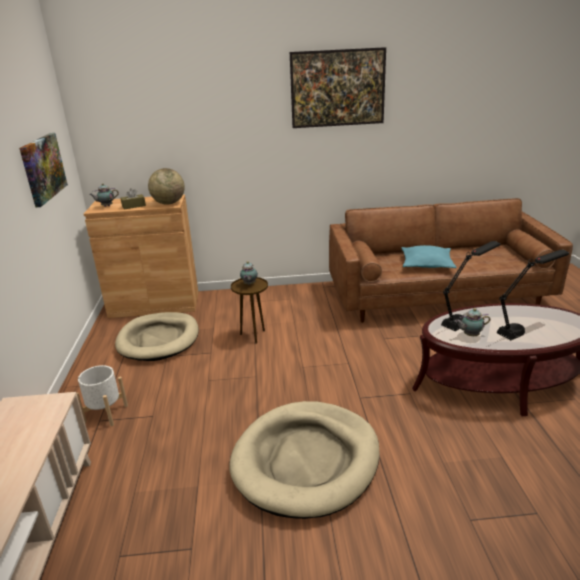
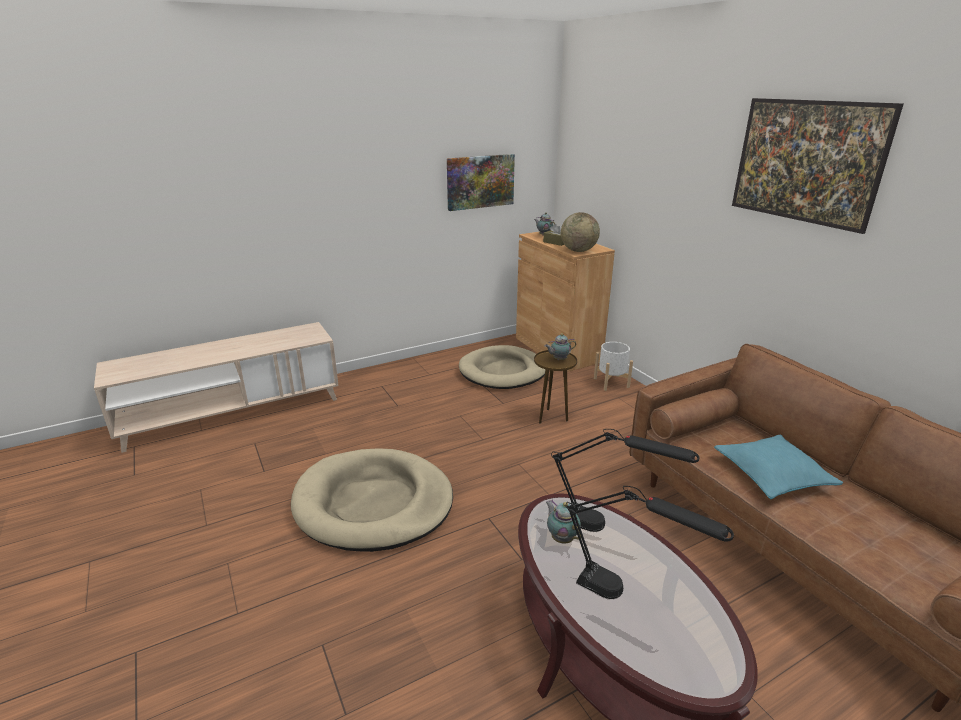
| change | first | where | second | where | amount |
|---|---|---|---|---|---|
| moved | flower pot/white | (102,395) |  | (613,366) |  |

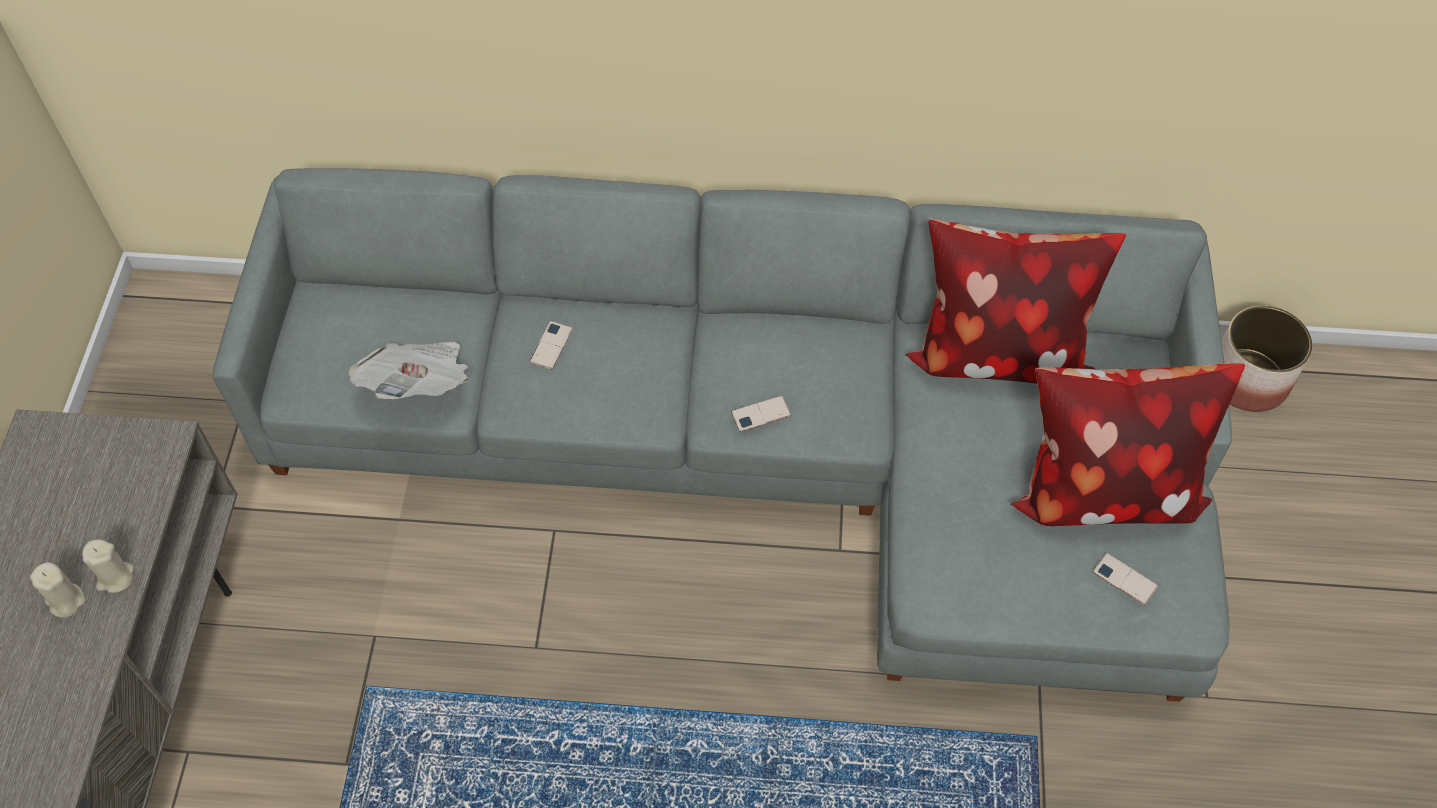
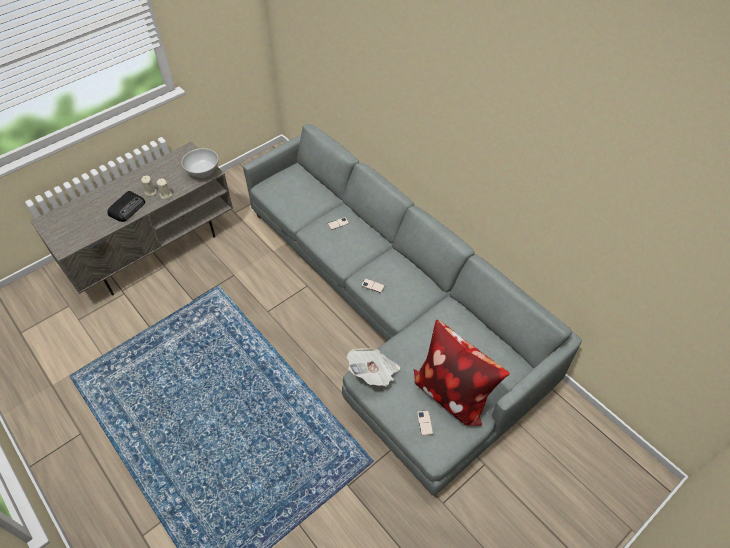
| change | first | where | second | where | amount |
|---|---|---|---|---|---|
| added |  |  | radio | (126,206) |  |
| added |  |  | deep dish/white | (200,163) |  |
| moved | newspaper | (408,370) |  | (373,367) |  |
| removed | throw pillow | (1015,301) |  |  |  |
| removed | flower pot | (1267,358) |  |  |  |

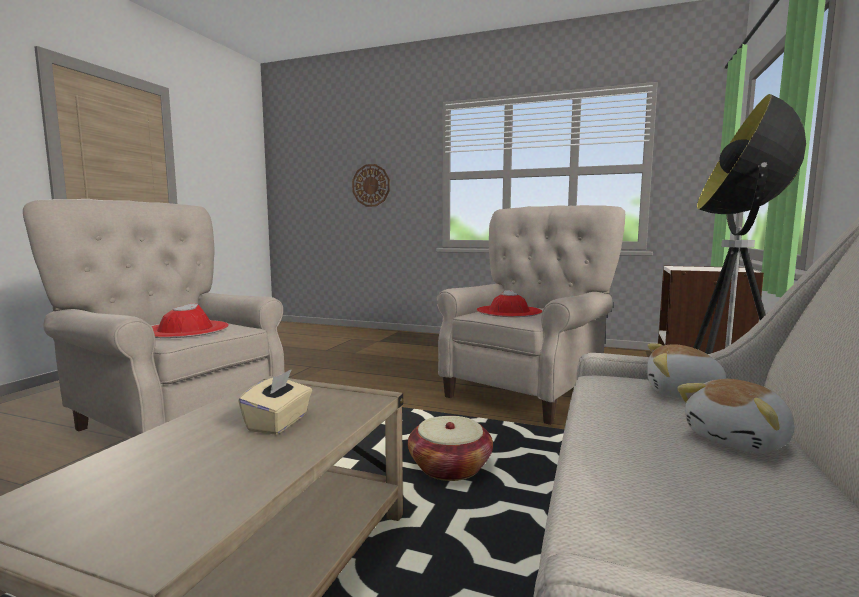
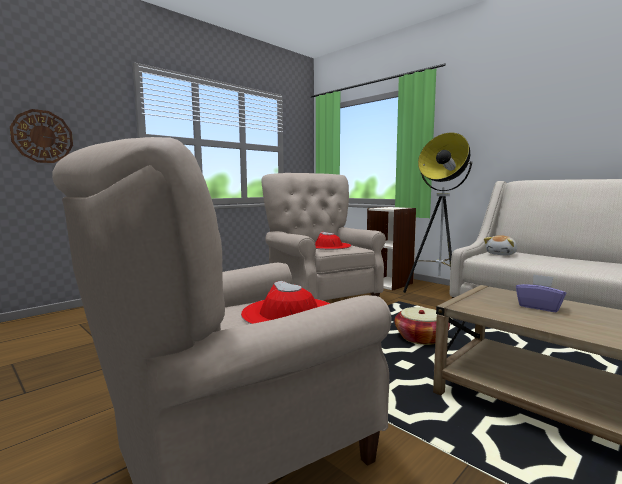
| change | first | where | second | where | amount |
|---|---|---|---|---|---|
| recoloured | tissue box/beige | (275,402) | tissue box/purple | (541,293) |  |
| removed | cuddly toy | (736,416) |  |  |  |

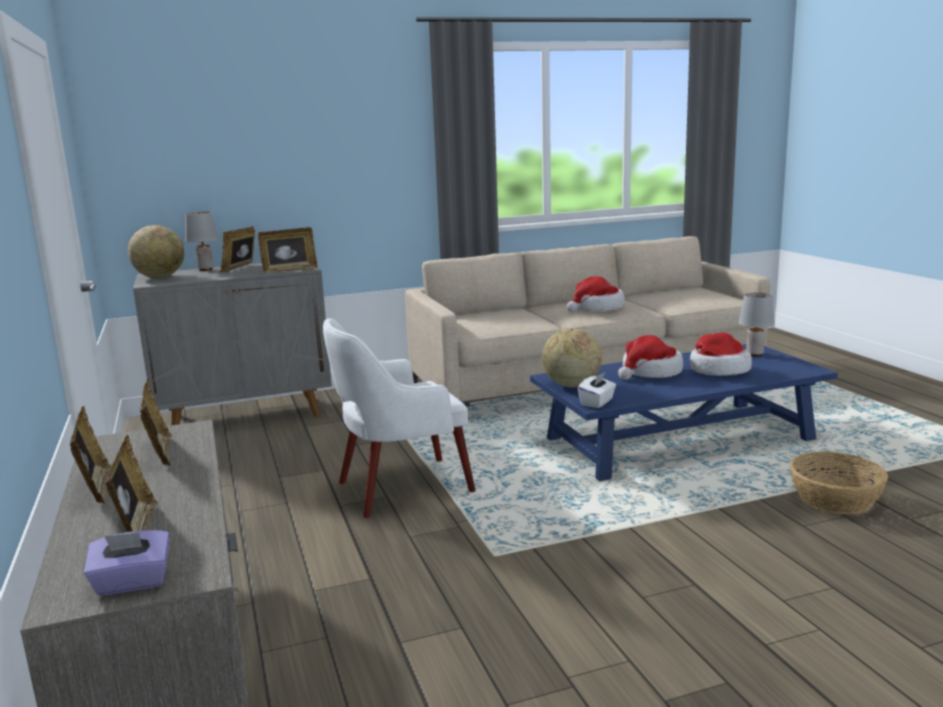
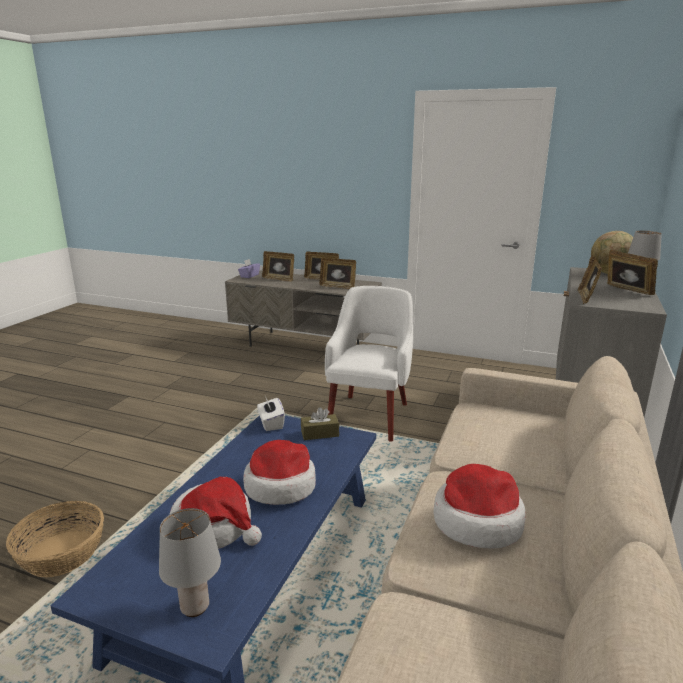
| change | first | where | second | where | amount |
|---|---|---|---|---|---|
| replaced | globe | (572,358) | tissue box/brown-coloured | (320,423) |  |

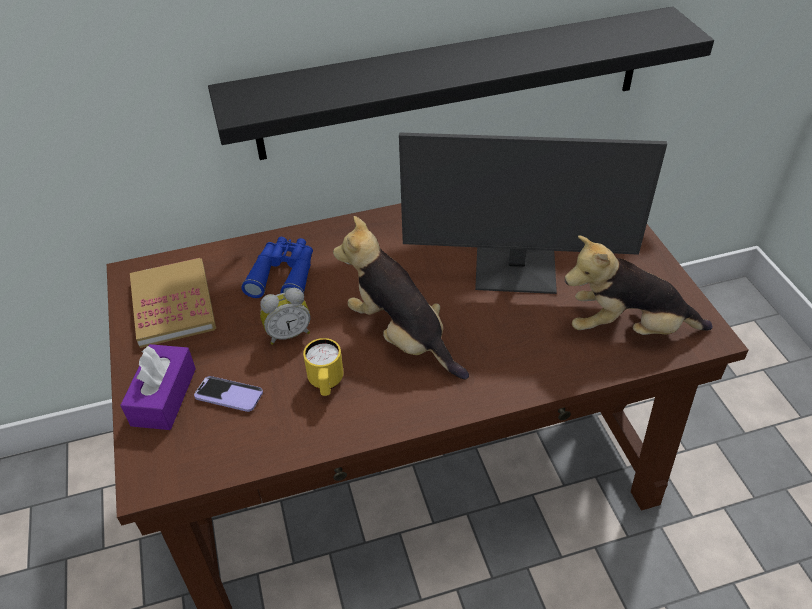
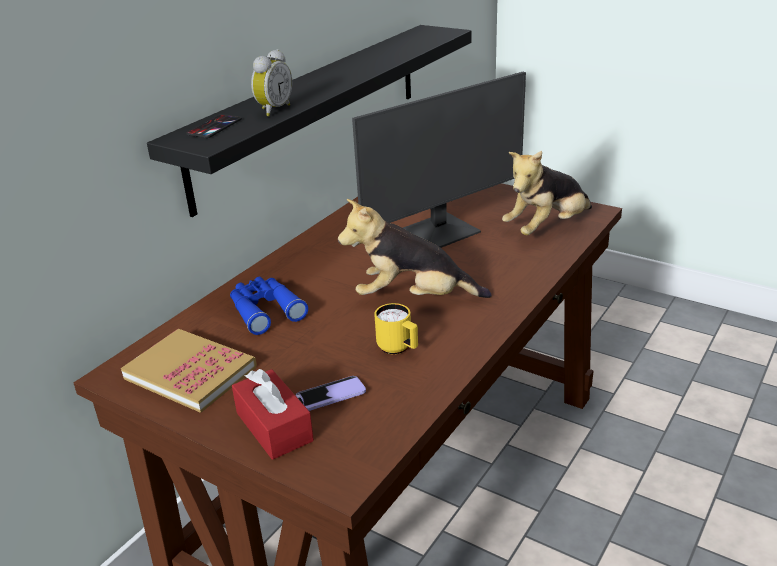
| change | first | where | second | where | amount |
|---|---|---|---|---|---|
| added |  |  | telephone | (214,126) |  |
| recoloured | tissue box/purple | (158,387) | tissue box/red-coloured | (273,414) |  |
| moved | table clock | (285,316) |  | (271,83) |  |

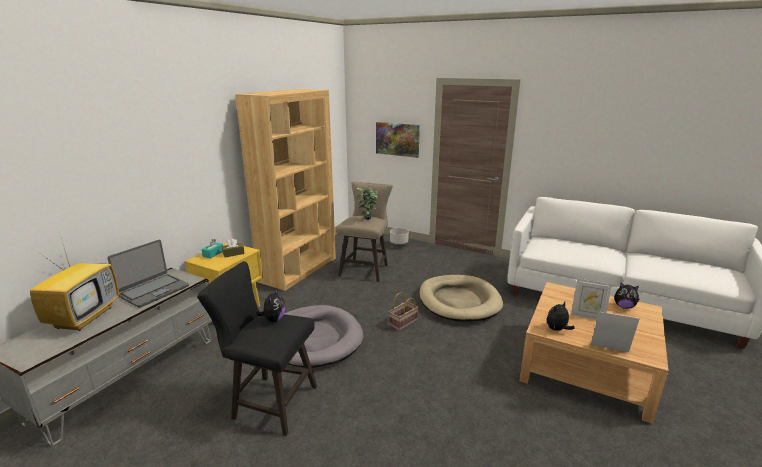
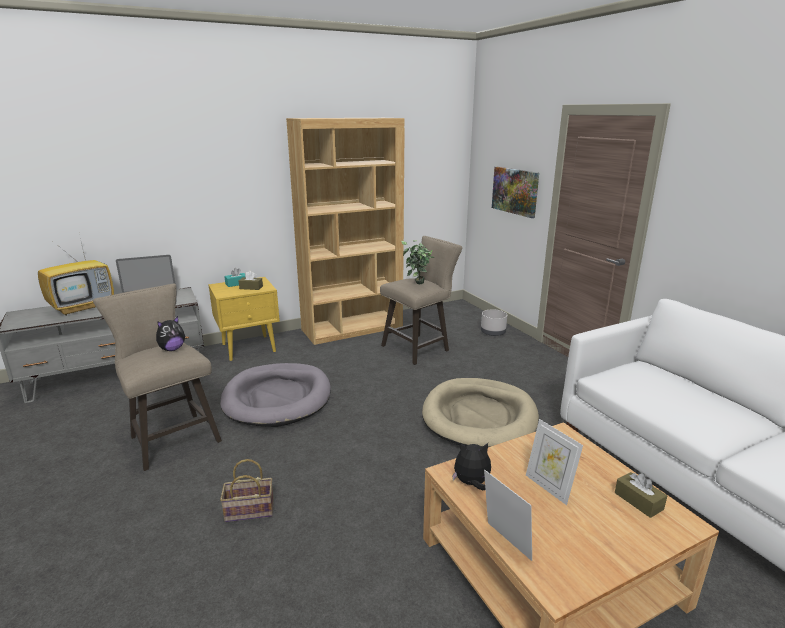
| change | first | where | second | where | amount |
|---|---|---|---|---|---|
| recoloured | sitting stool/black-coloured | (257,348) | sitting stool/beige | (157,377) |  |
| moved | storage basket | (403,312) |  | (247,490) |  |
| replaced | cuddly toy | (626,296) | tissue box/brown-coloured | (641,495) |  |

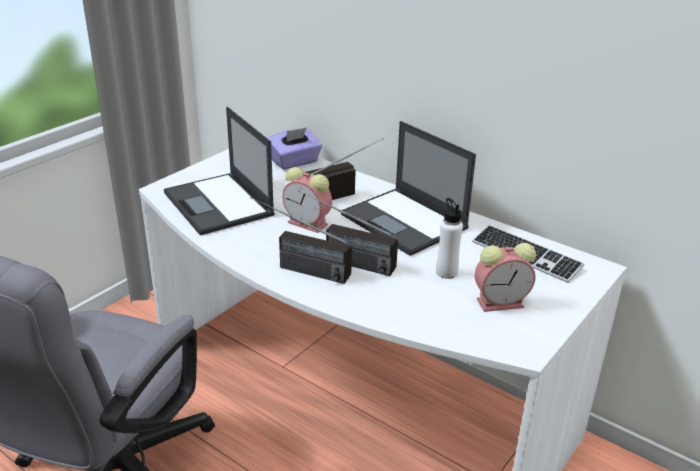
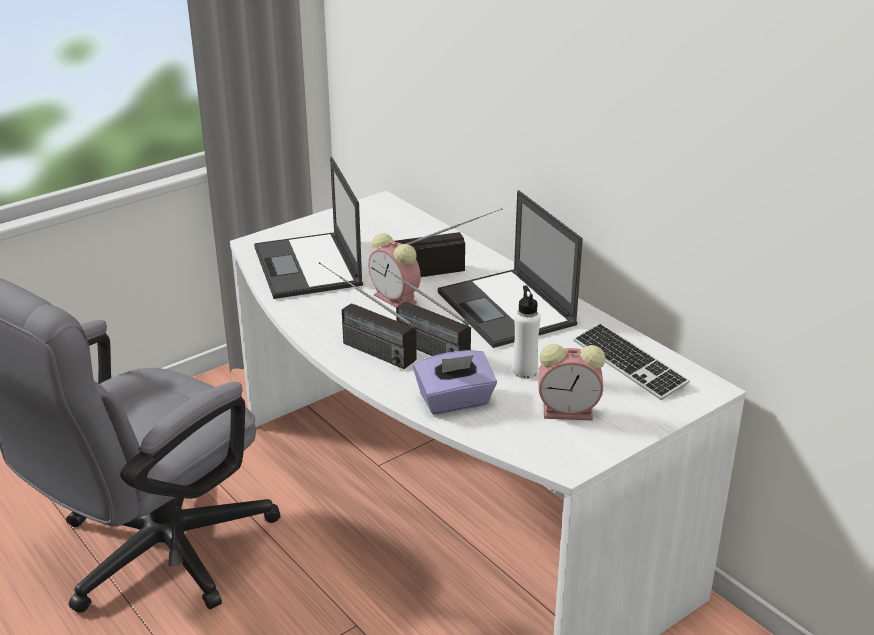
| change | first | where | second | where | amount |
|---|---|---|---|---|---|
| moved | tissue box/purple | (295,148) |  | (455,382) |  |

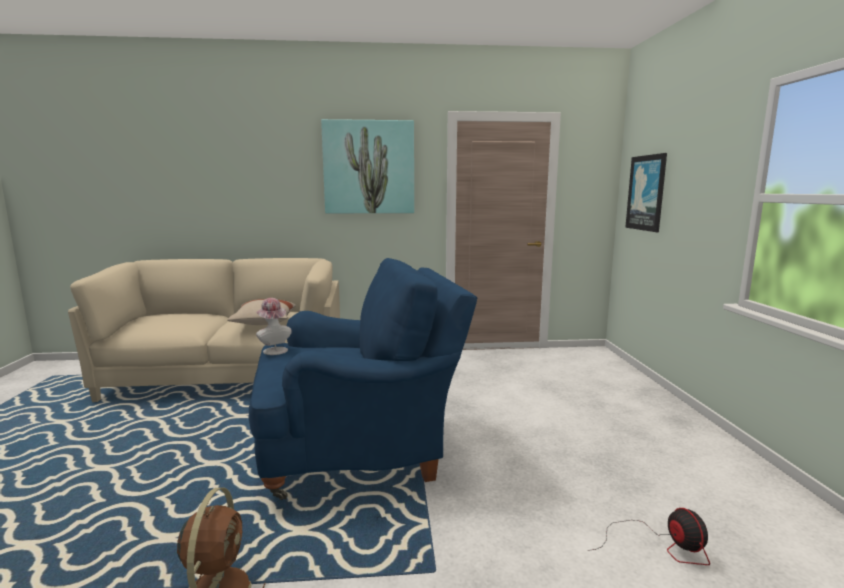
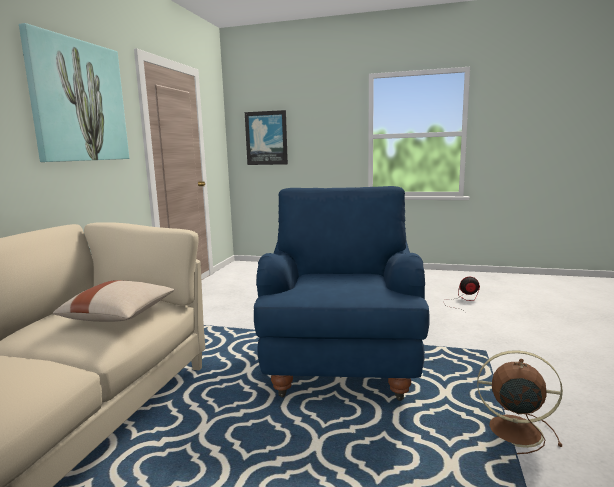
| change | first | where | second | where | amount |
|---|---|---|---|---|---|
| removed | wearable hat | (274,326) |  |  |  |

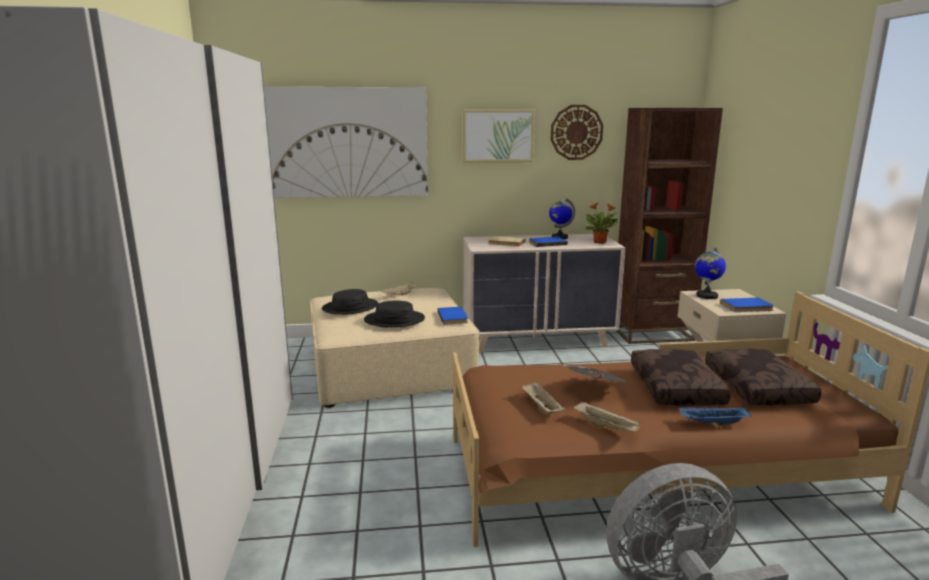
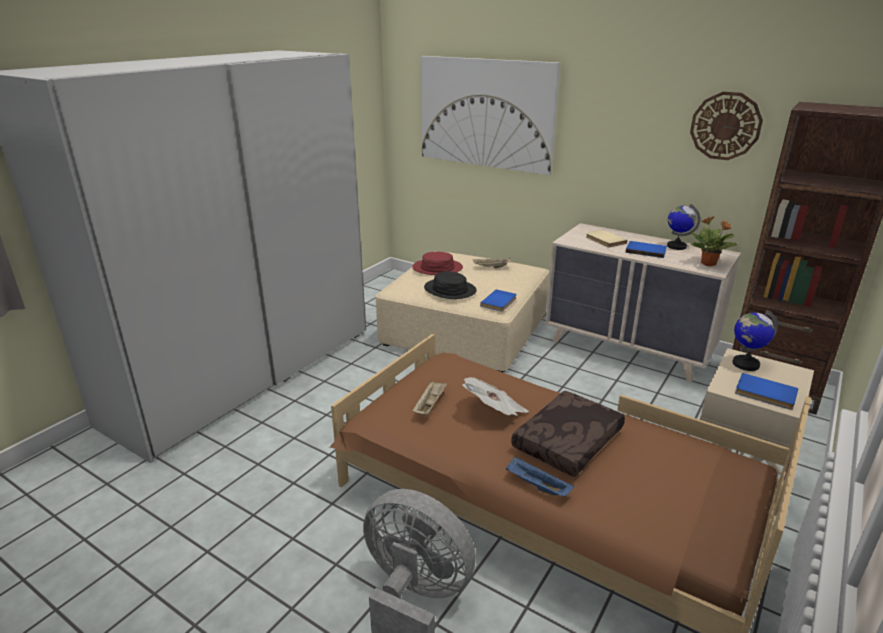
| change | first | where | second | where | amount |
|---|---|---|---|---|---|
| recoloured | wearable hat/black-coloured | (350,302) | wearable hat/red-coloured | (437,263) |  |
| removed | picture | (498,136) |  |  |  |
| removed | carrying tray/beige | (607,417) |  |  |  |
| removed | throw pillow/brown-coloured | (763,377) |  |  |  |

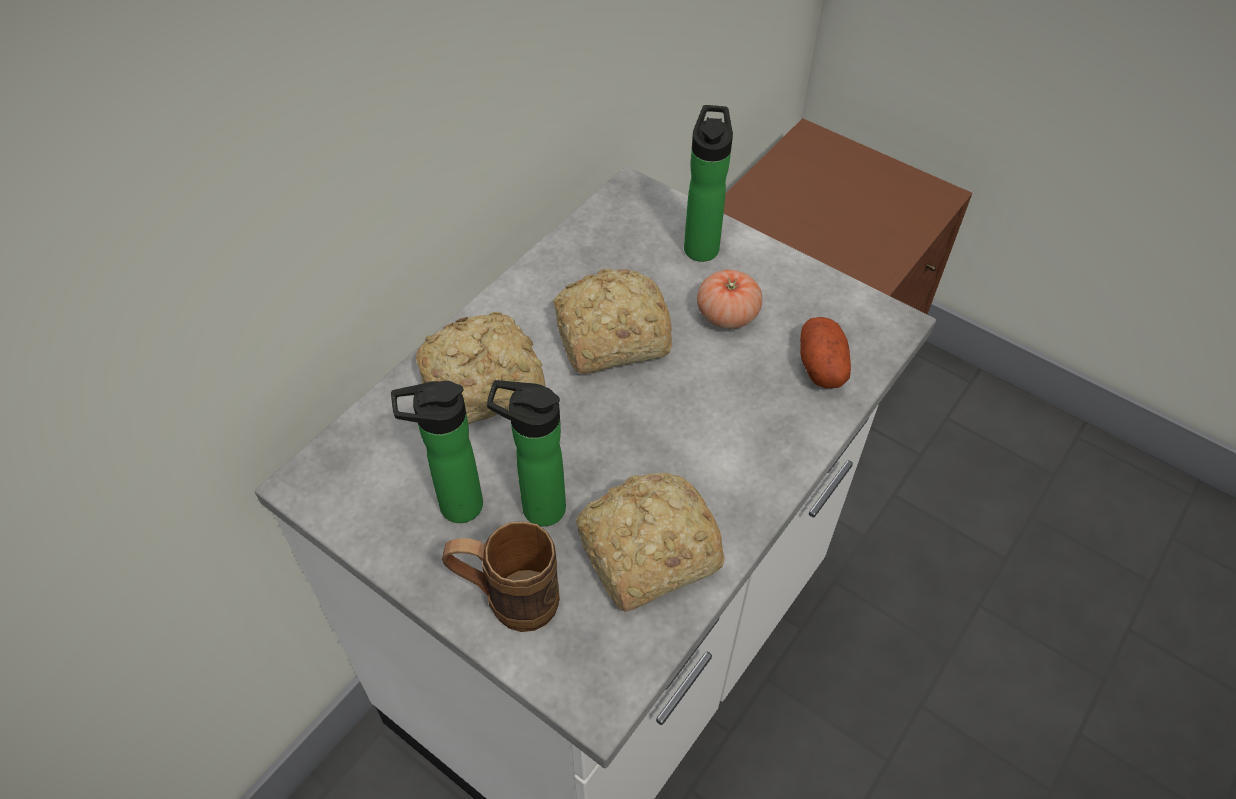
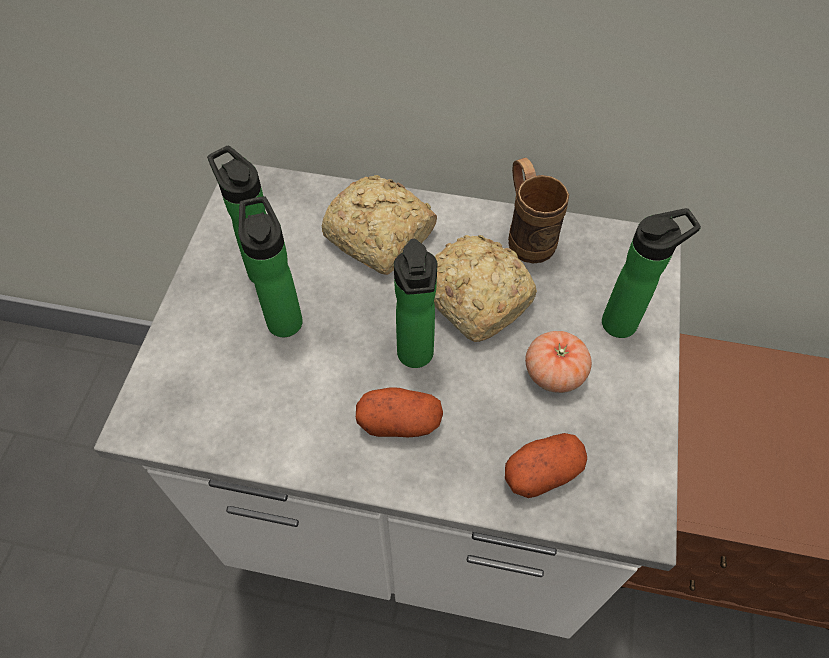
| change | first | where | second | where | amount |
|---|---|---|---|---|---|
| added |  |  | spud | (399,412) |  |
| added |  |  | drink bottle | (415,303) |  |
| moved | tea mug/brown-coloured | (501,576) |  | (538,211) |  |
| removed | baked bread | (650,542) |  |  |  |

